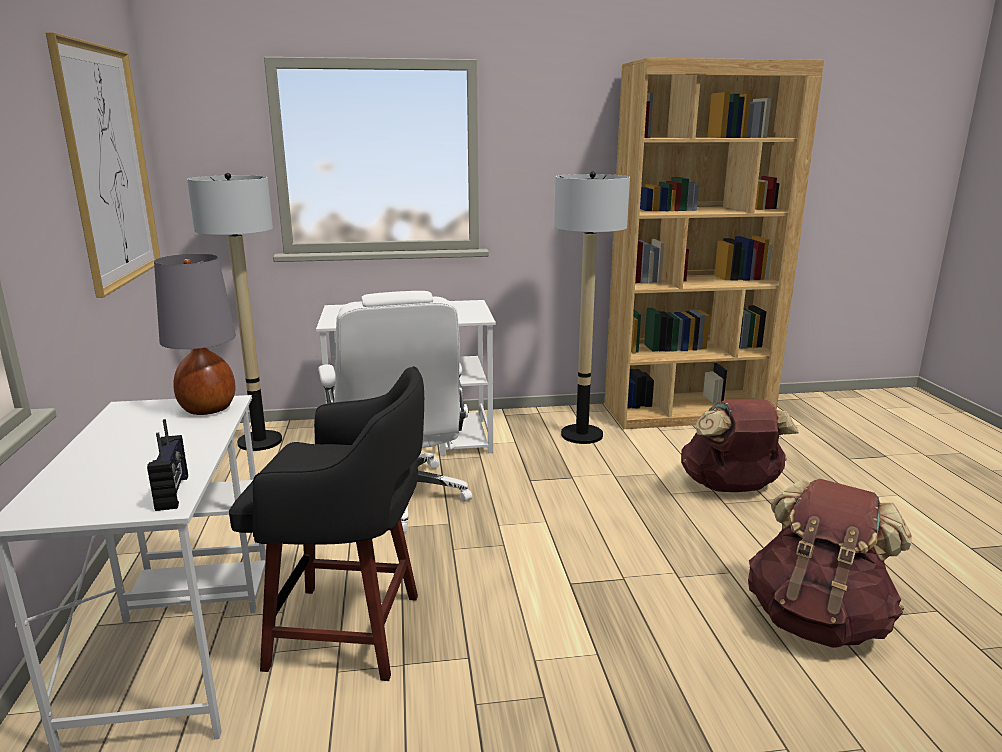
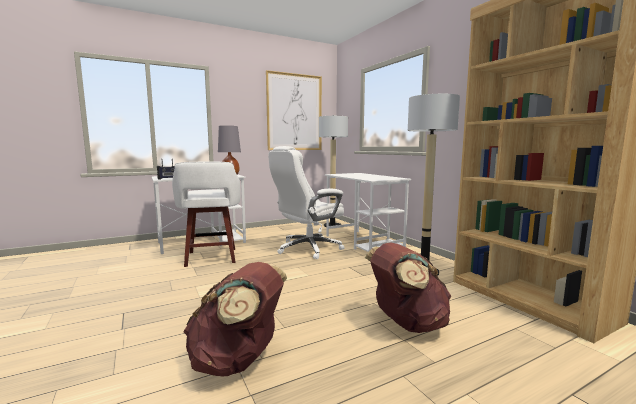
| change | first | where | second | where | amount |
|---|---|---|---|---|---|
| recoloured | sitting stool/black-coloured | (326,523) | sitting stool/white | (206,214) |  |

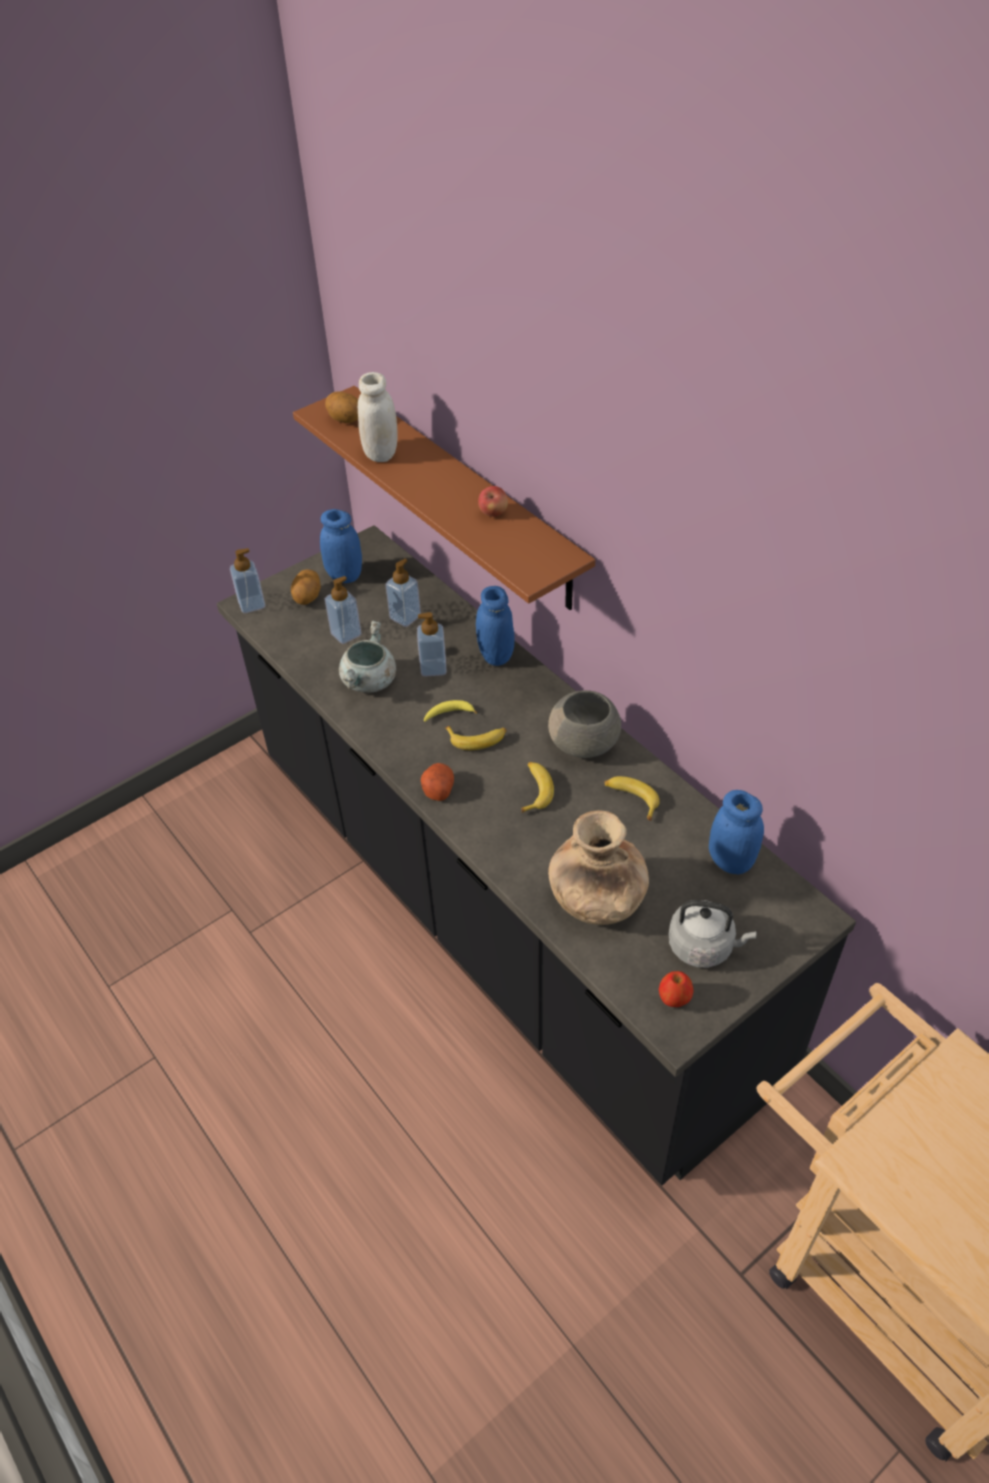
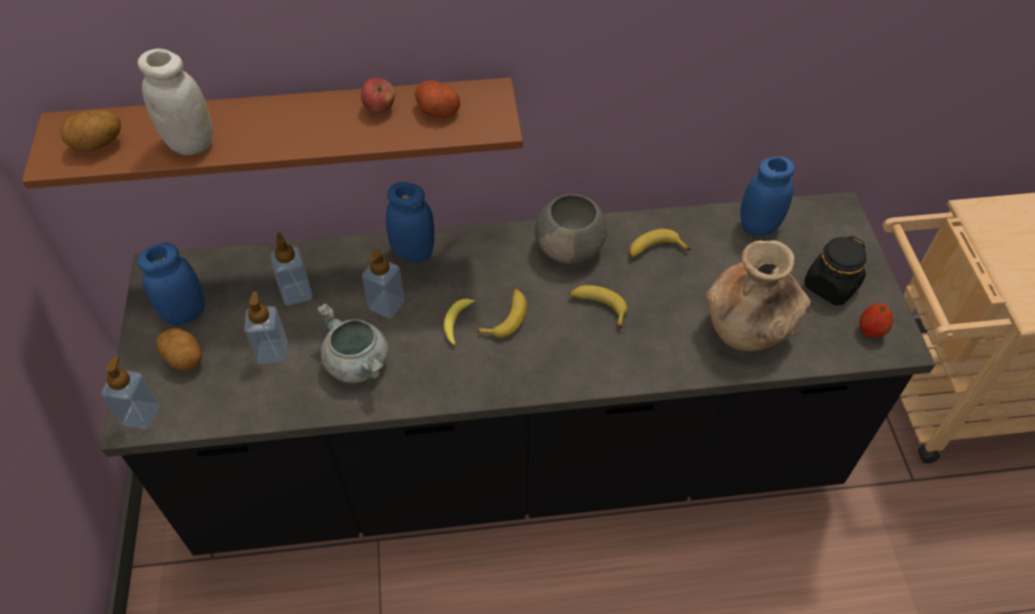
| change | first | where | second | where | amount |
|---|---|---|---|---|---|
| moved | spud | (437,782) |  | (437,99) |  |
| replaced | tea kettle/gray | (712,934) | storage jar/black-coloured | (835,270) |  |

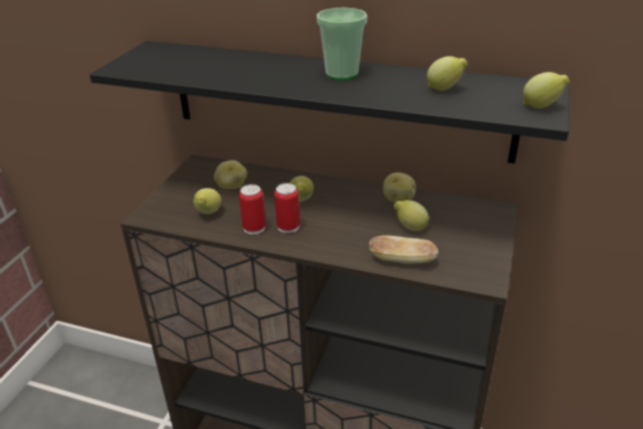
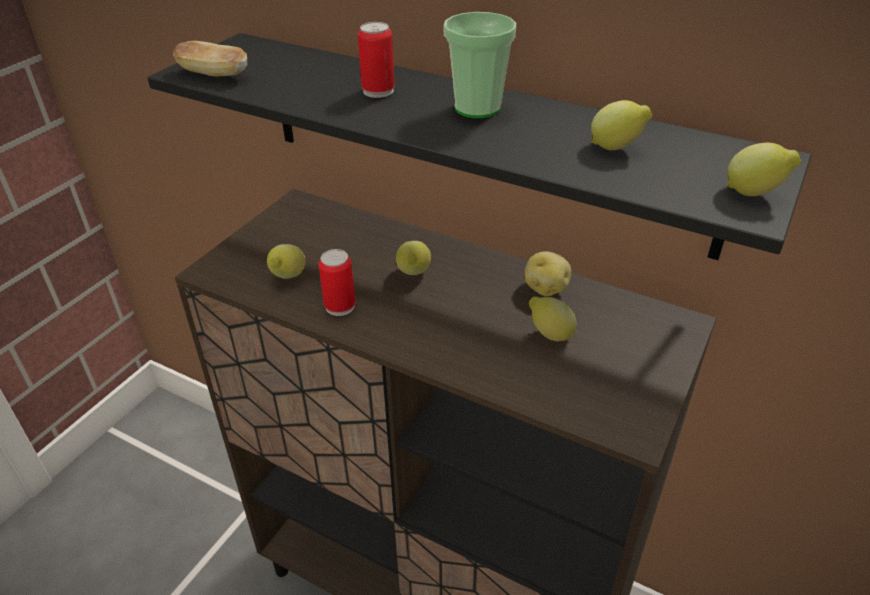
| change | first | where | second | where | amount |
|---|---|---|---|---|---|
| moved | baked bread | (403,249) |  | (210,59) |  |
| moved | sealed can | (287,208) |  | (376,60) |  |
| removed | spud | (230,174) |  |  |  |

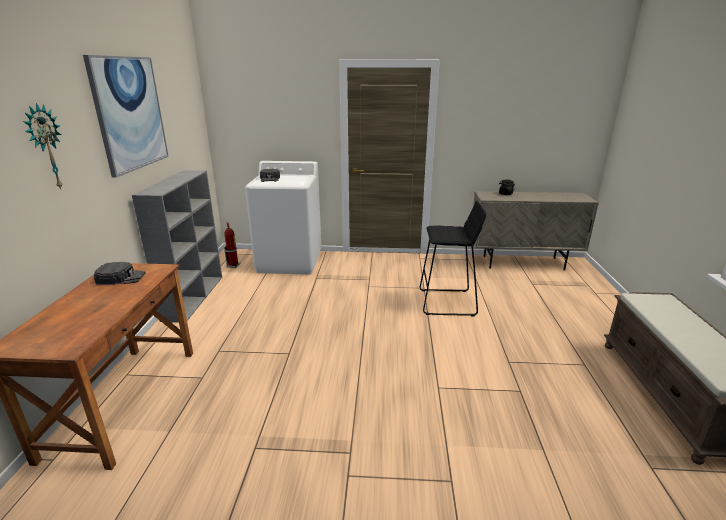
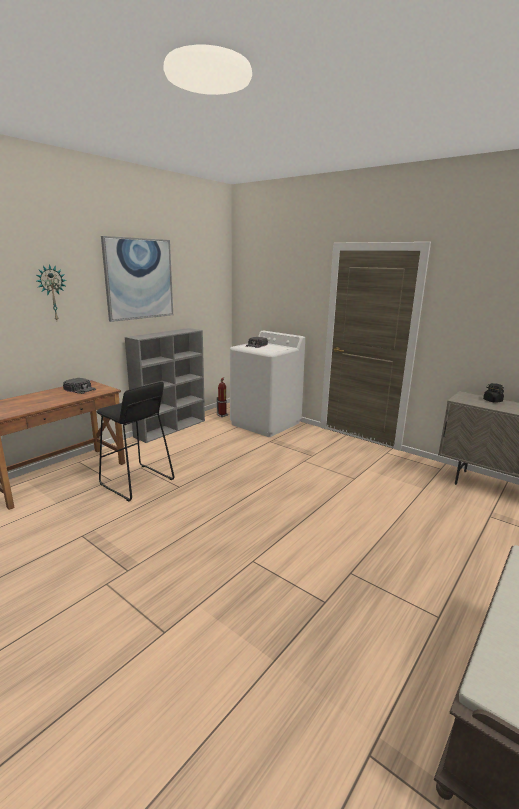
| change | first | where | second | where | amount |
|---|---|---|---|---|---|
| moved | sitting stool/black-coloured | (453,259) |  | (135,442) |  |

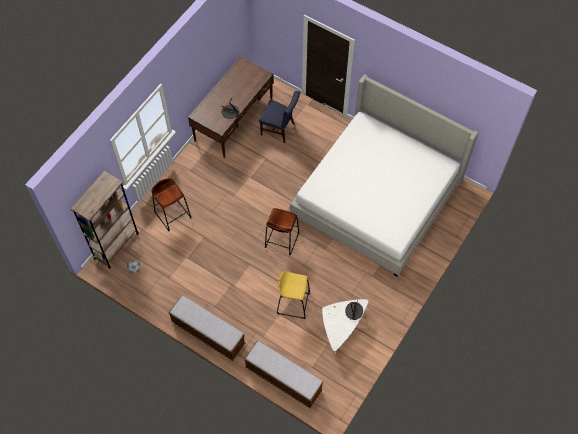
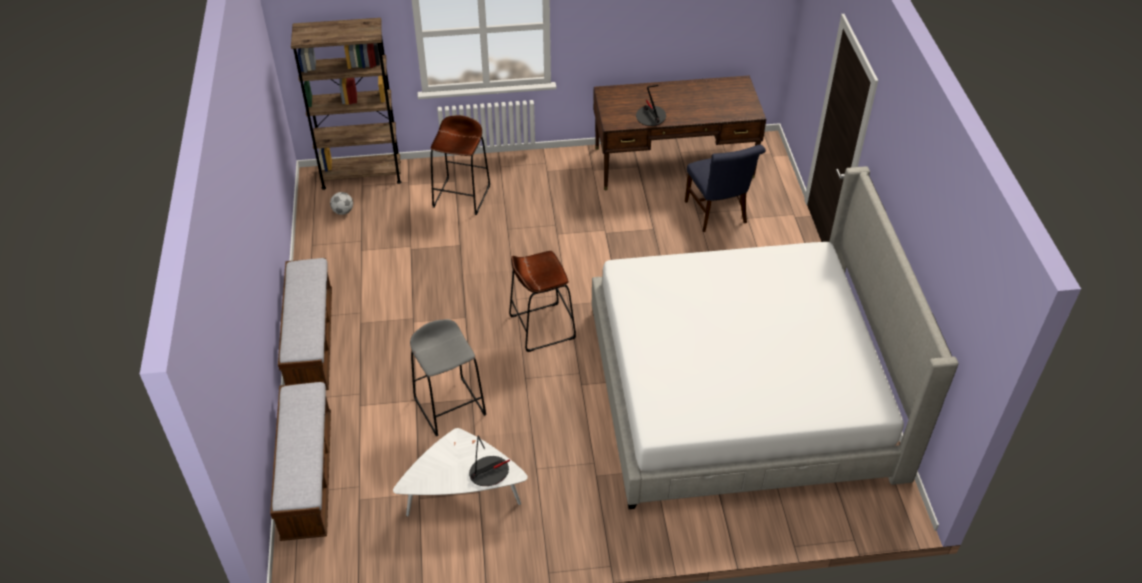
| change | first | where | second | where | amount |
|---|---|---|---|---|---|
| recoloured | sitting stool/yellow | (293,295) | sitting stool/gray | (448,377) |  |

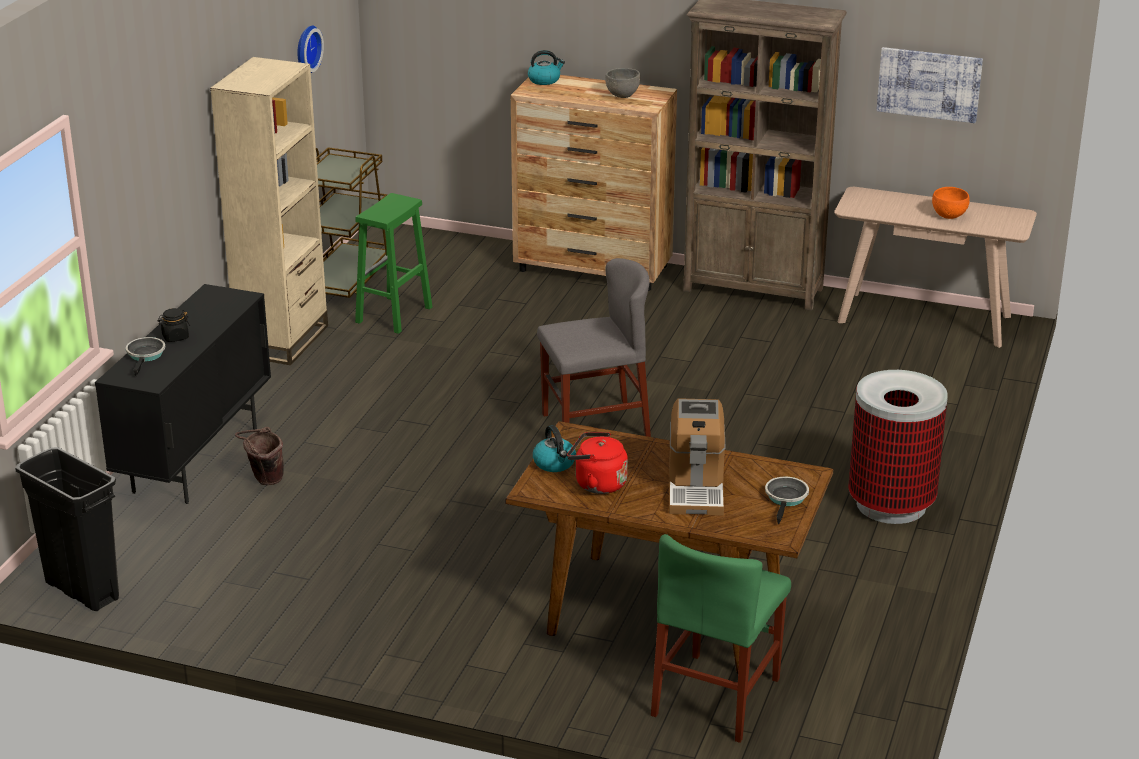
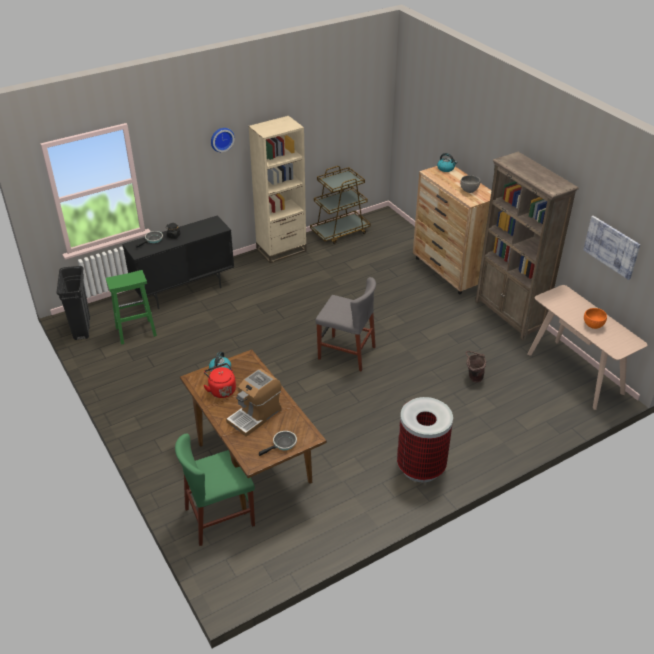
| change | first | where | second | where | amount |
|---|---|---|---|---|---|
| moved | sitting stool/green | (393,263) |  | (131,307) |  |
| moved | hanging clock | (310,49) |  | (223,140) |  |
| moved | pail/brown-coloured | (259,456) |  | (476,367) |  |

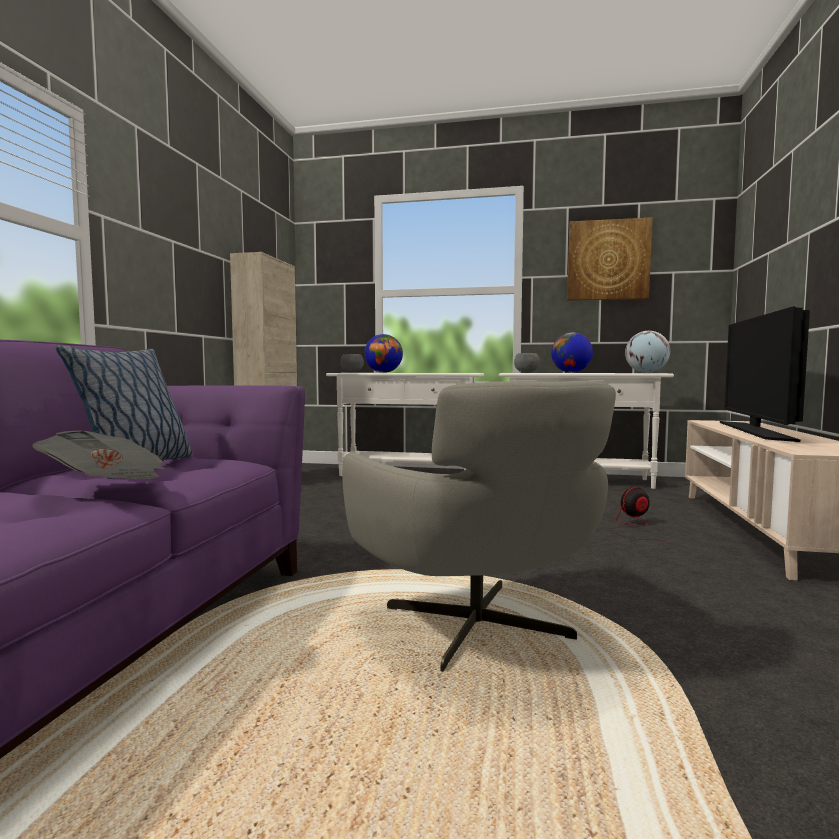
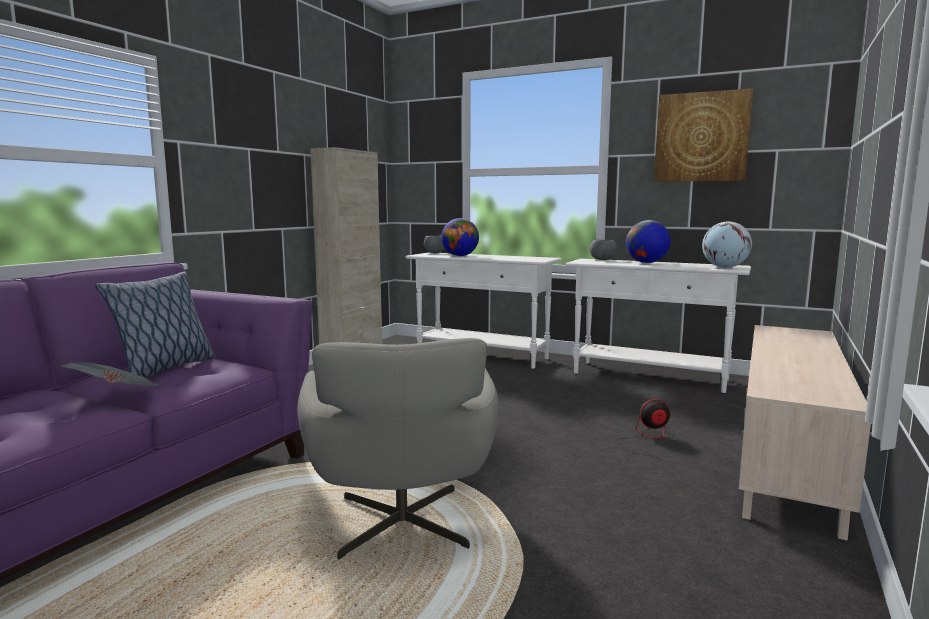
| change | first | where | second | where | amount |
|---|---|---|---|---|---|
| removed | TV | (765,374) |  |  |  |

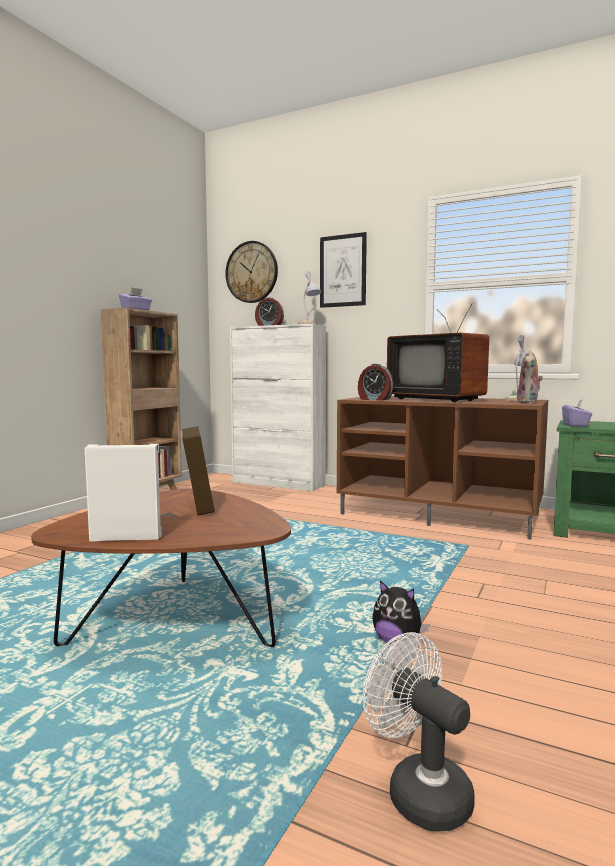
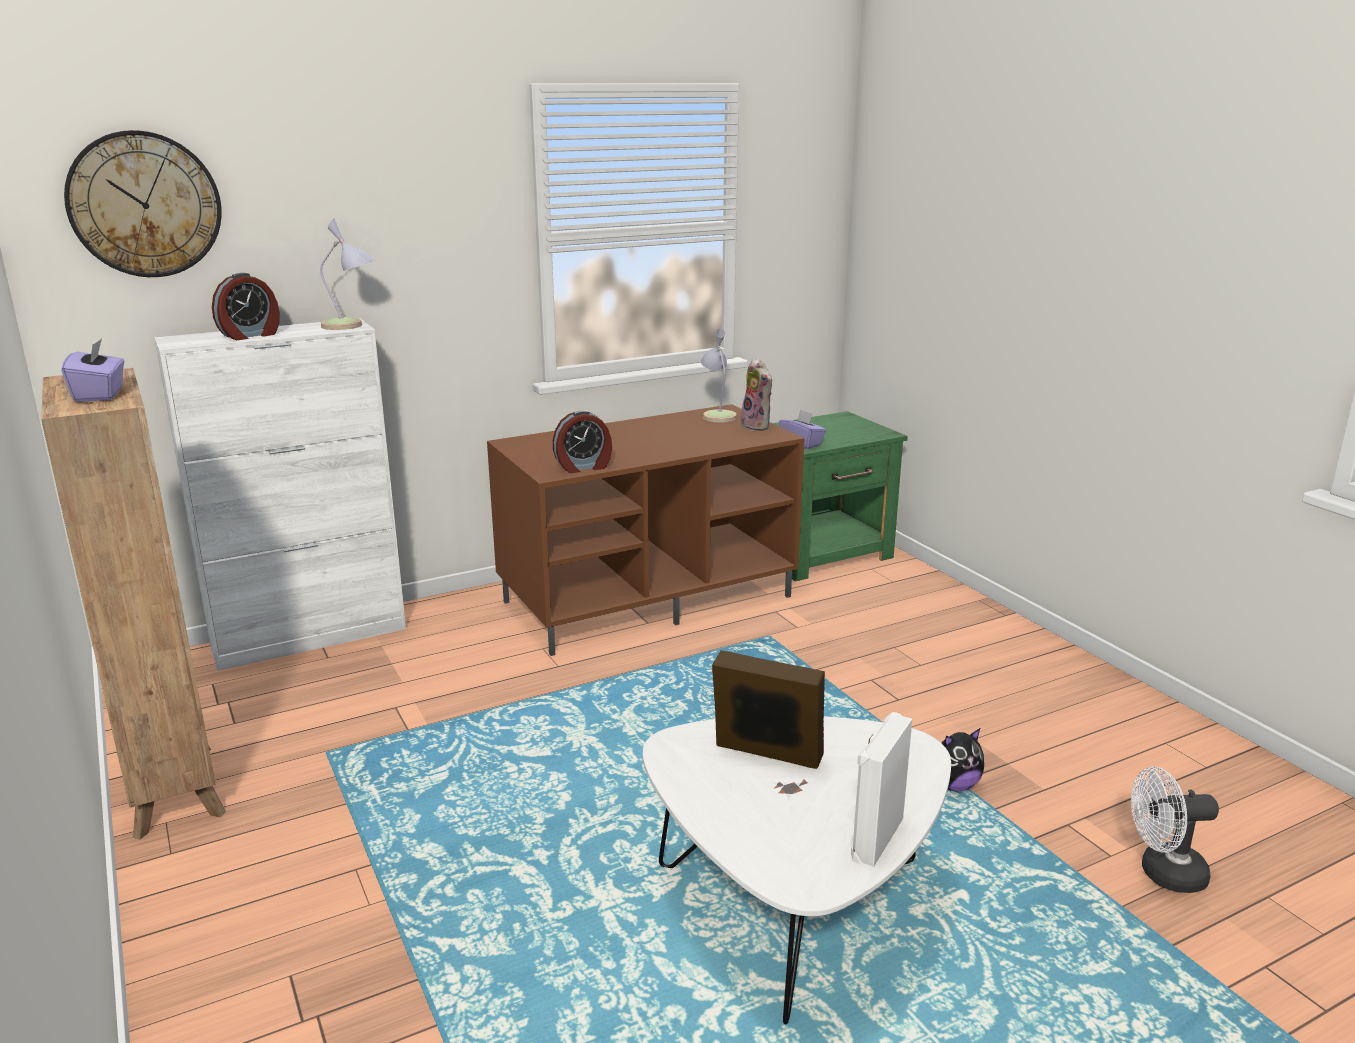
| change | first | where | second | where | amount |
|---|---|---|---|---|---|
| recoloured | coffee table/brown-coloured | (161,567) | coffee table/white | (797,870) |  |
| removed | picture | (343,270) |  |  |  |
| removed | TV | (438,352) |  |  |  |

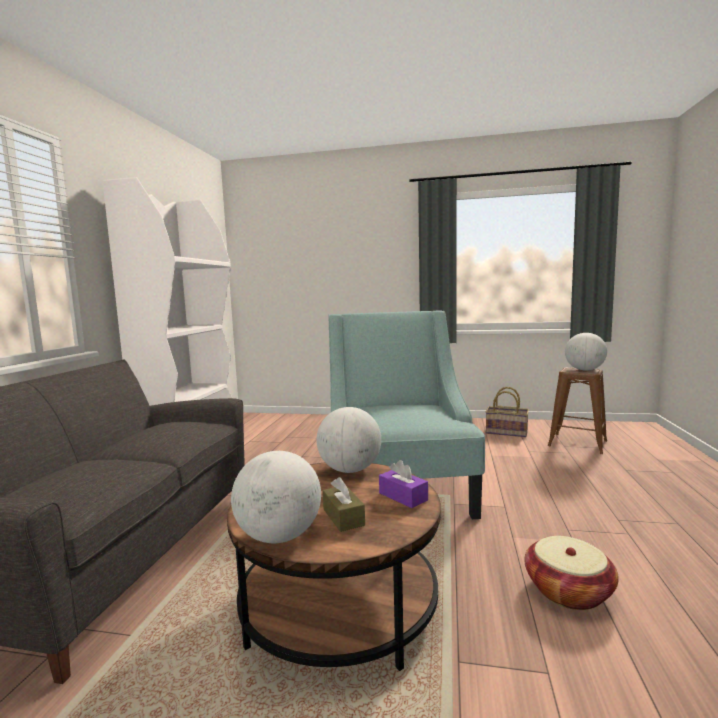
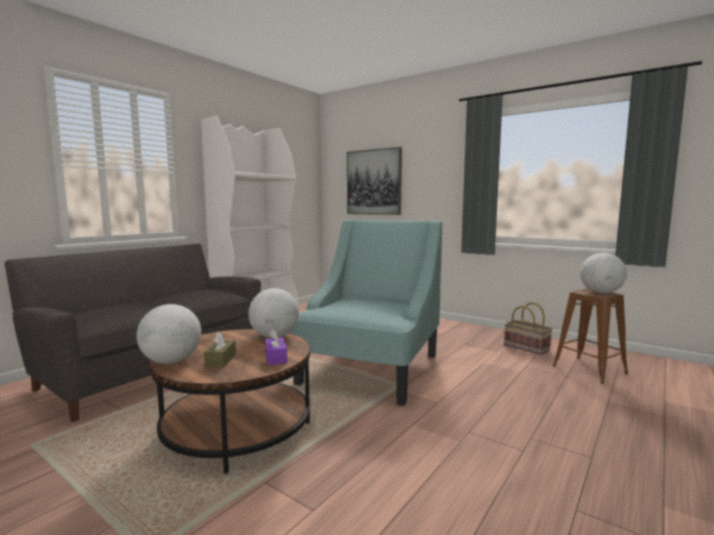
| change | first | where | second | where | amount |
|---|---|---|---|---|---|
| added |  |  | picture | (374,181) |  |
| removed | storage basket | (571,573) |  |  |  |

